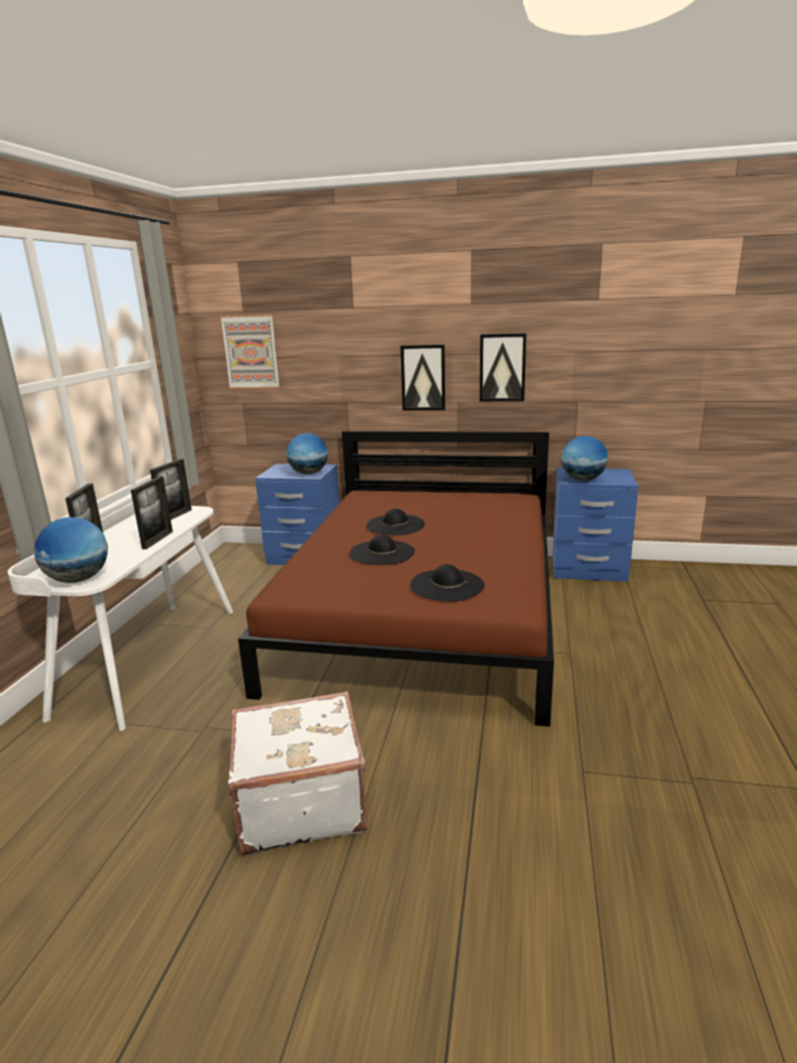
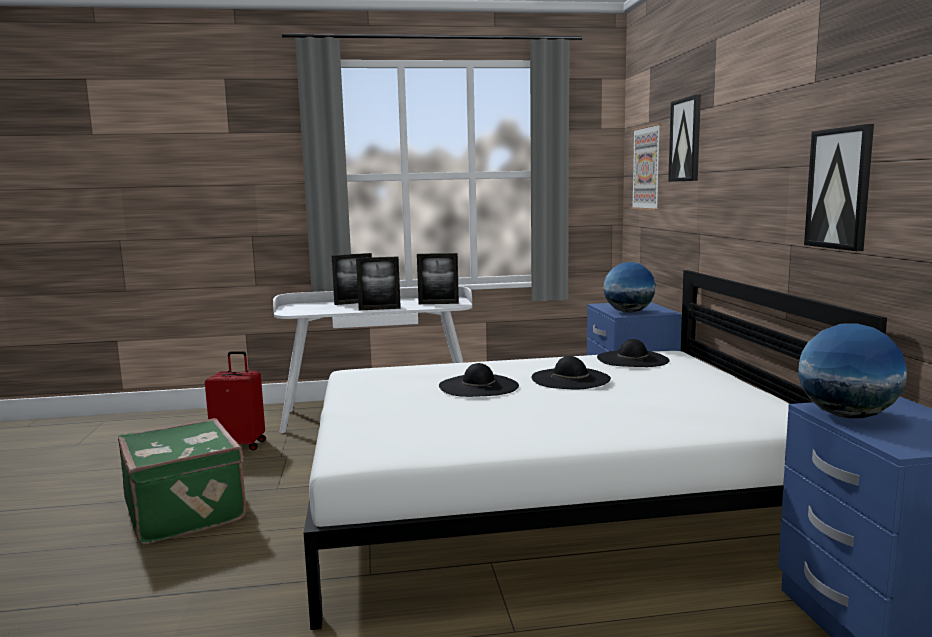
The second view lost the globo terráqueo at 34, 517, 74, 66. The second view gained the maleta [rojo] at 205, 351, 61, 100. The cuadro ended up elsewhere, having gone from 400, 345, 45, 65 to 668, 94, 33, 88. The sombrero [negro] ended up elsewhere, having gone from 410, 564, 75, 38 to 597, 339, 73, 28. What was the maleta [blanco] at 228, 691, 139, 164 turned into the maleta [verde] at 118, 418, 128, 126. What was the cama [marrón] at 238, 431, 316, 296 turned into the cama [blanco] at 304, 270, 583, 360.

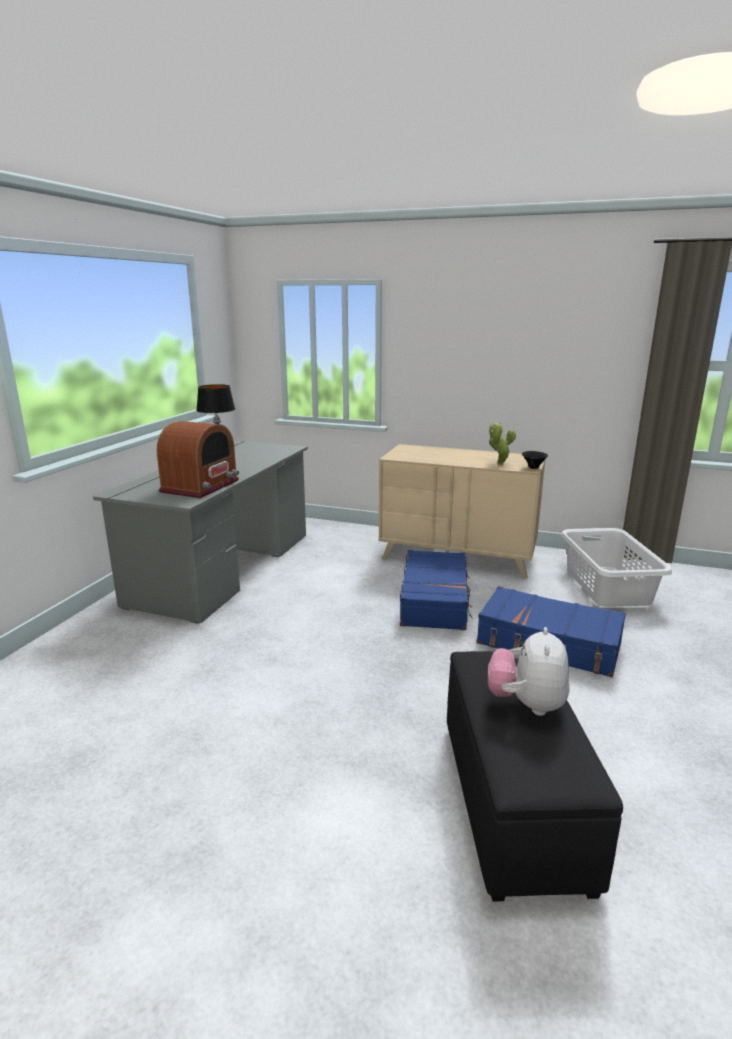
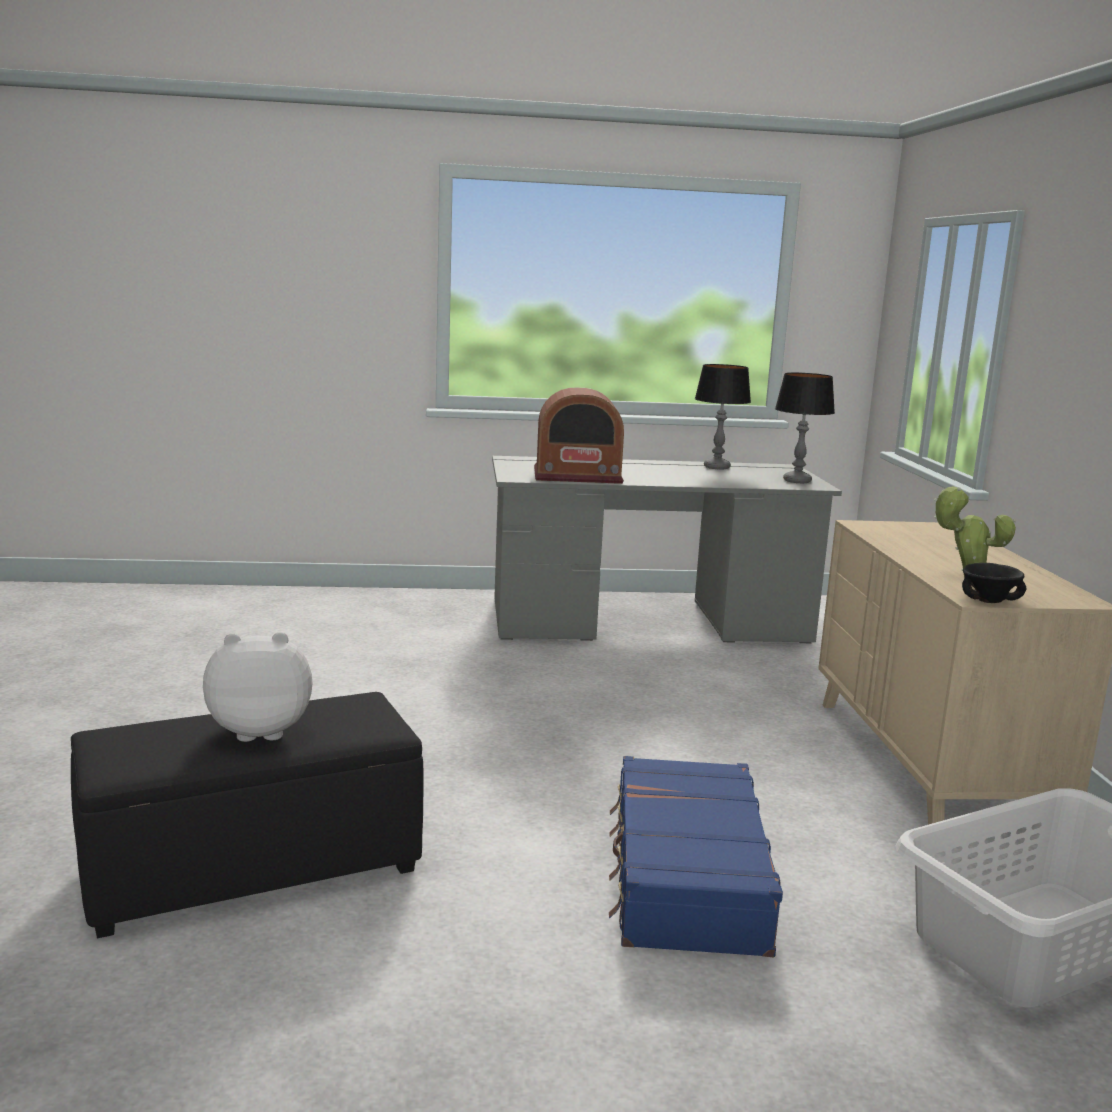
The second view lost the maleta [azul] at 400, 550, 72, 80. The second view gained the lámpara de mesa at 775, 372, 60, 111.

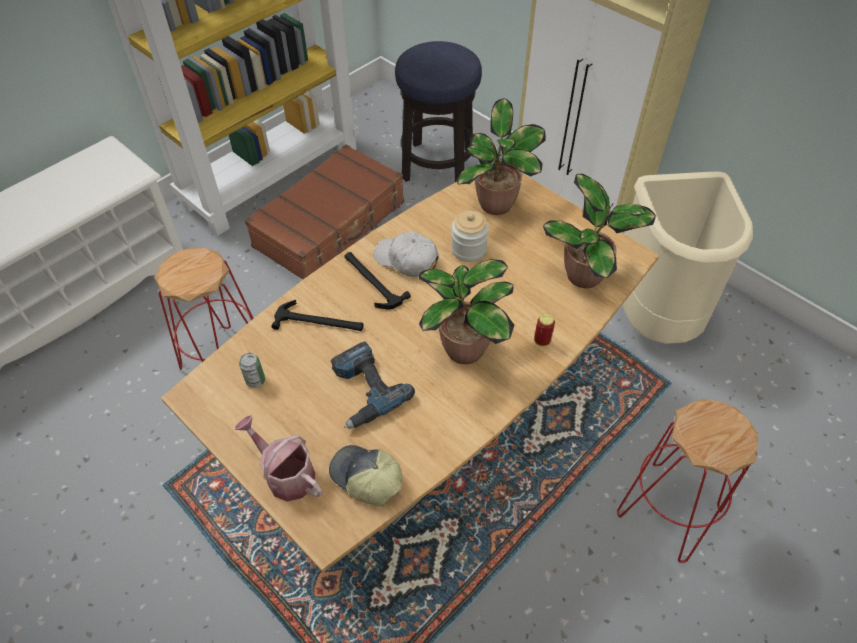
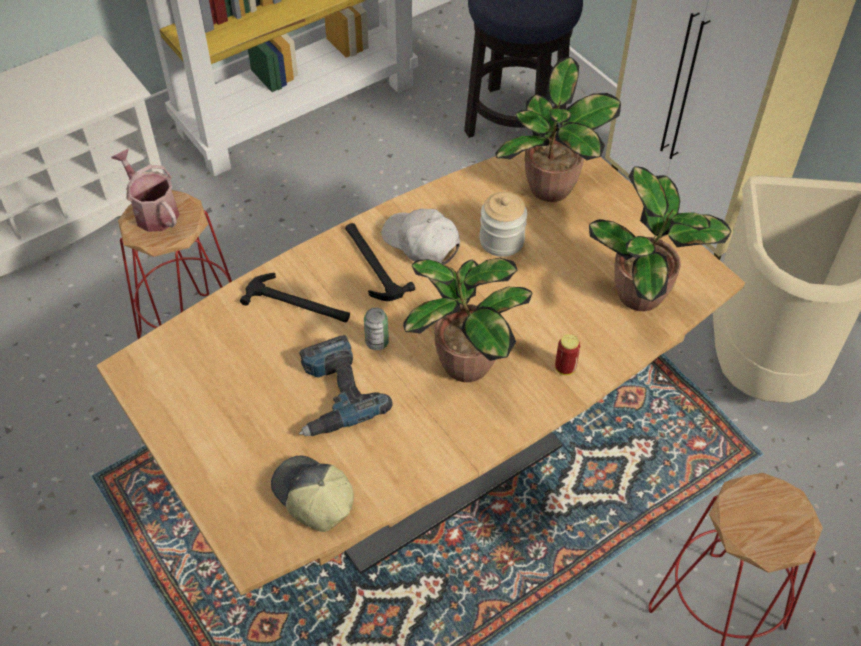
The second view lost the maleta [marrón] at 244, 144, 160, 135. The regadera ended up elsewhere, having gone from 235, 415, 88, 87 to 111, 149, 69, 83. The lata ended up elsewhere, having gone from 239, 353, 26, 35 to 364, 308, 25, 42.

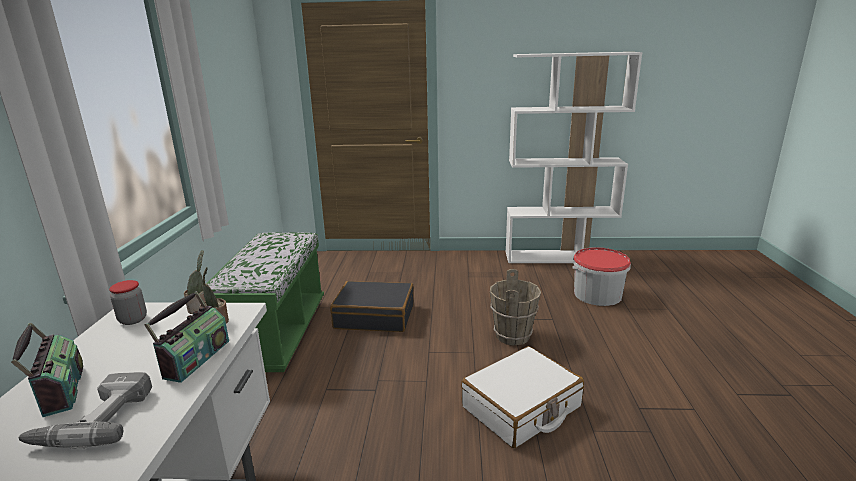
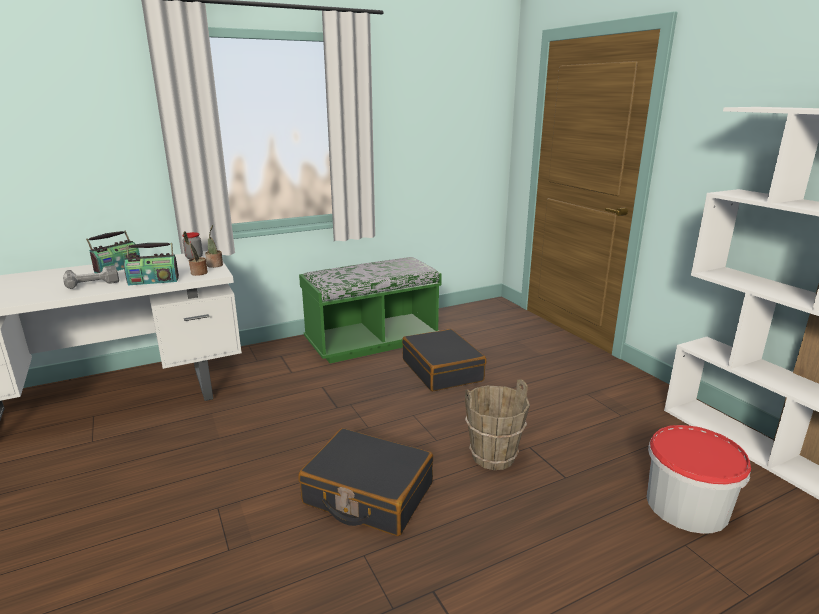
What was the maleta [blanco] at 461, 346, 123, 102 turned into the maleta [negro] at 298, 428, 135, 108.

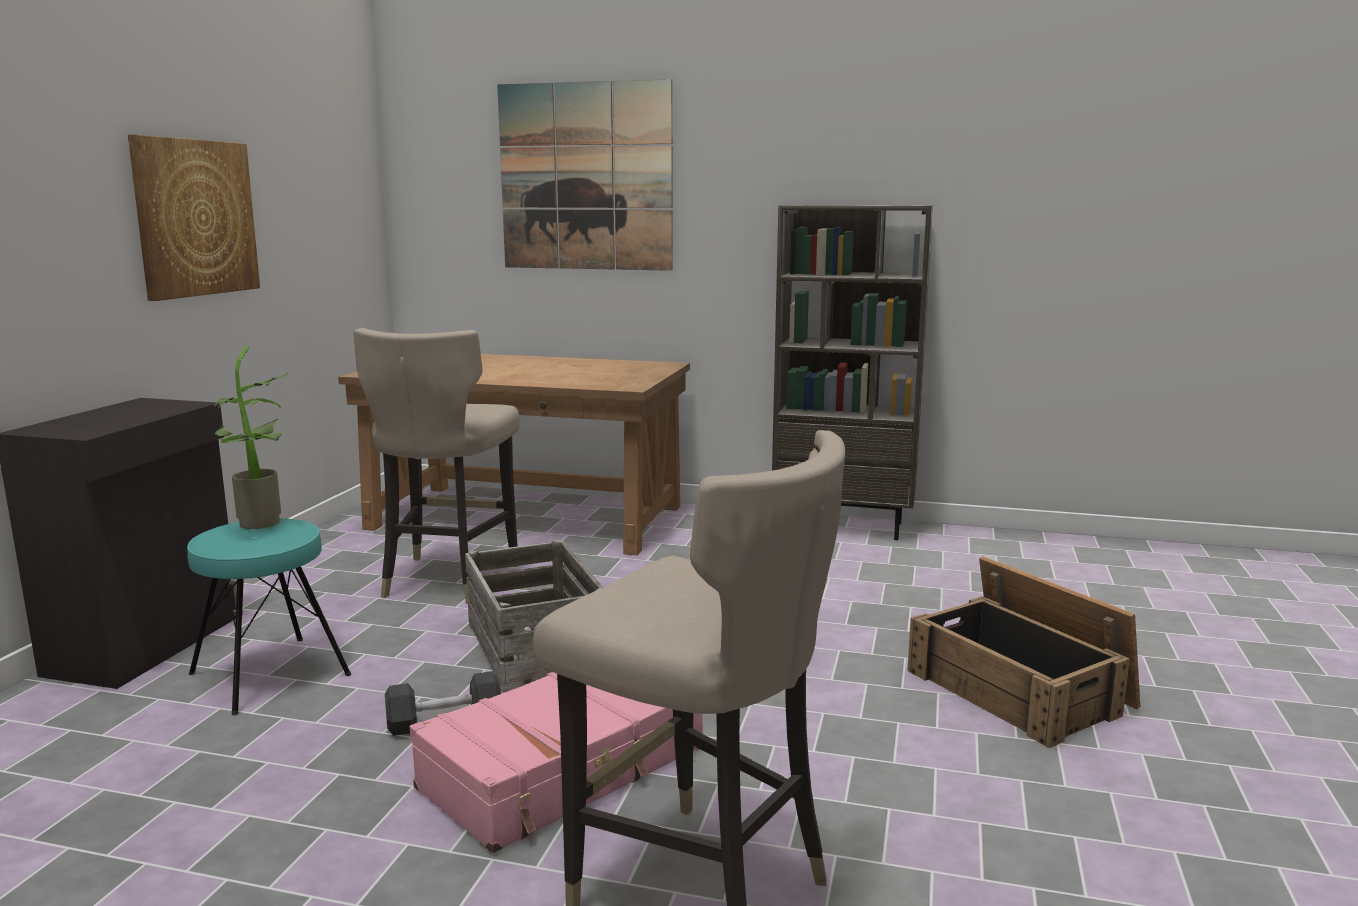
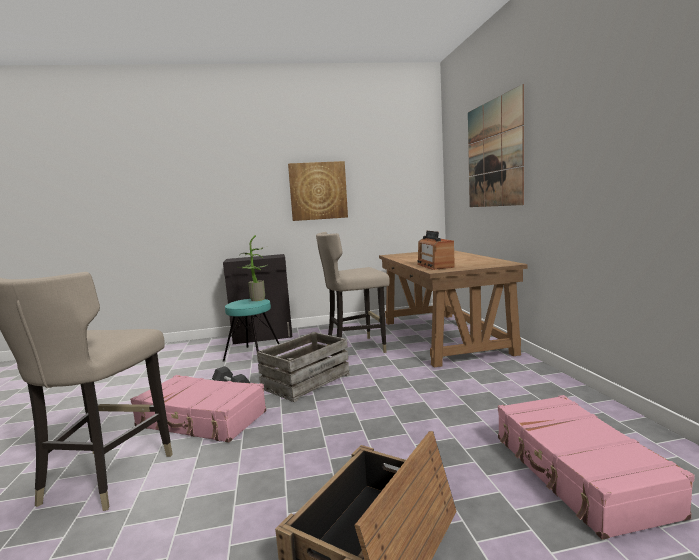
The second view lost the estantería [marrón] at 772, 204, 161, 336. The second view gained the radio at 417, 231, 38, 39. The second view gained the maleta [rosa] at 498, 395, 197, 145.

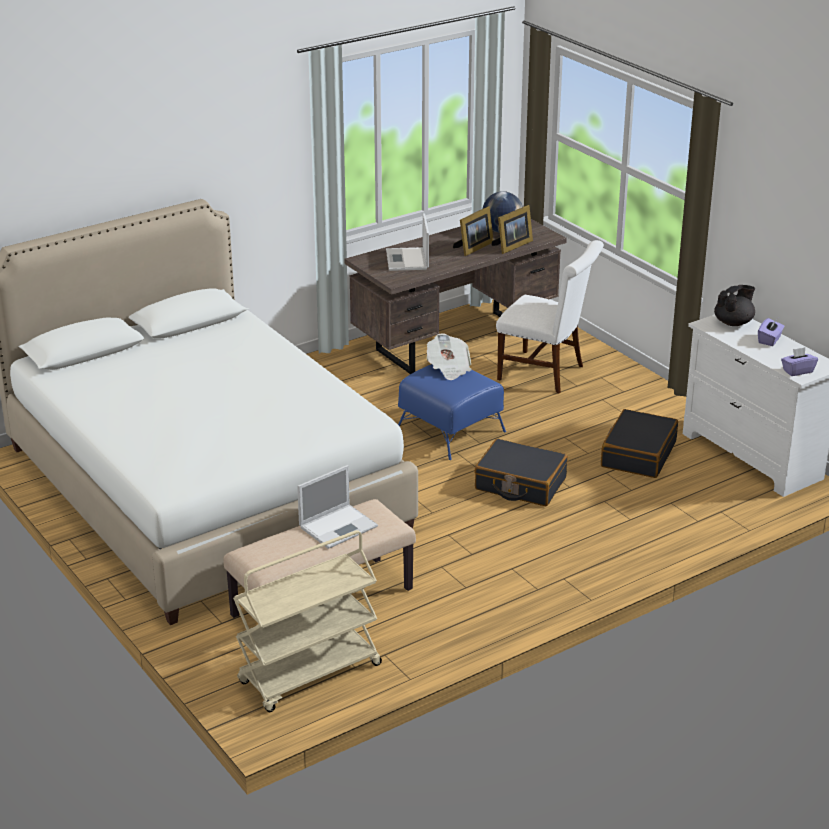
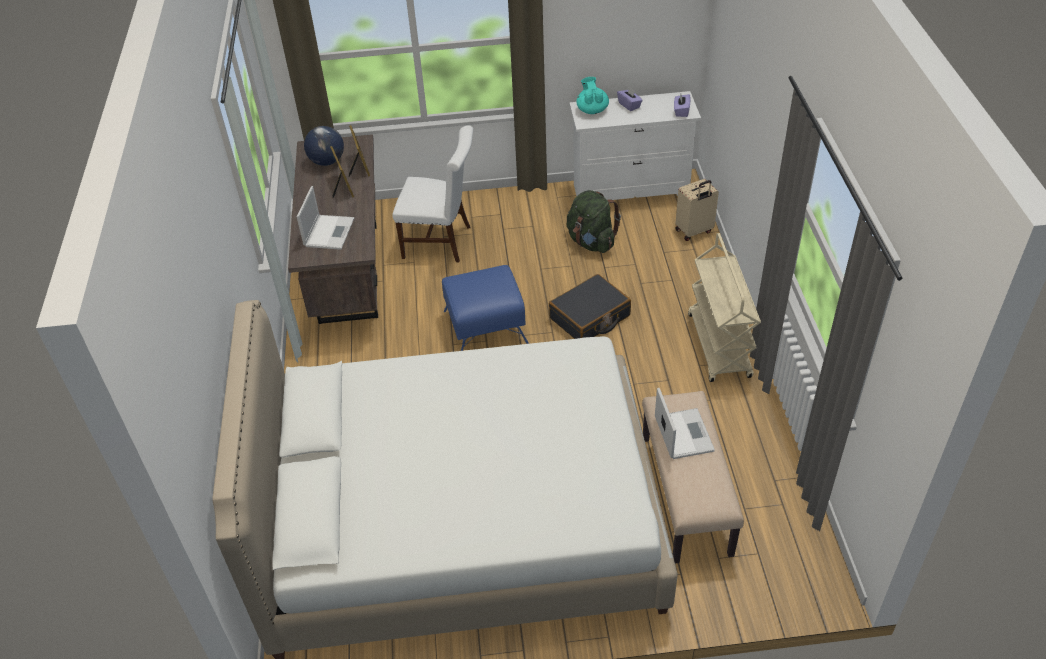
The second view lost the periódico at 427, 333, 45, 47. The second view gained the maleta [beis] at 675, 179, 44, 62. The carrito [beis] ended up elsewhere, having gone from 233, 530, 149, 182 to 688, 233, 73, 149. Where the maleta [negro] stood at 601, 409, 77, 69, the mochila [verde] came to stand at 567, 190, 54, 63. What was the tetera [negro] at 714, 285, 41, 41 turned into the tetera [turquesa] at 576, 77, 33, 37. The portátil at 386, 213, 43, 58 ended up facing another way, 105 degrees counterclockwise from before. The silla [blanco] at 496, 240, 108, 154 ended up facing another way, 45 degrees clockwise from before.

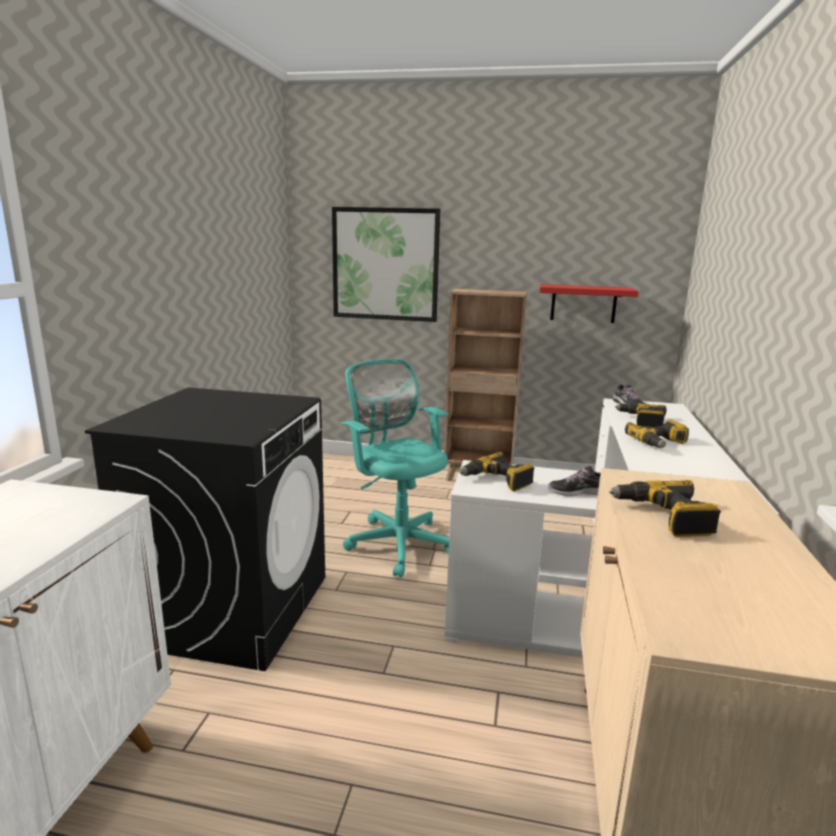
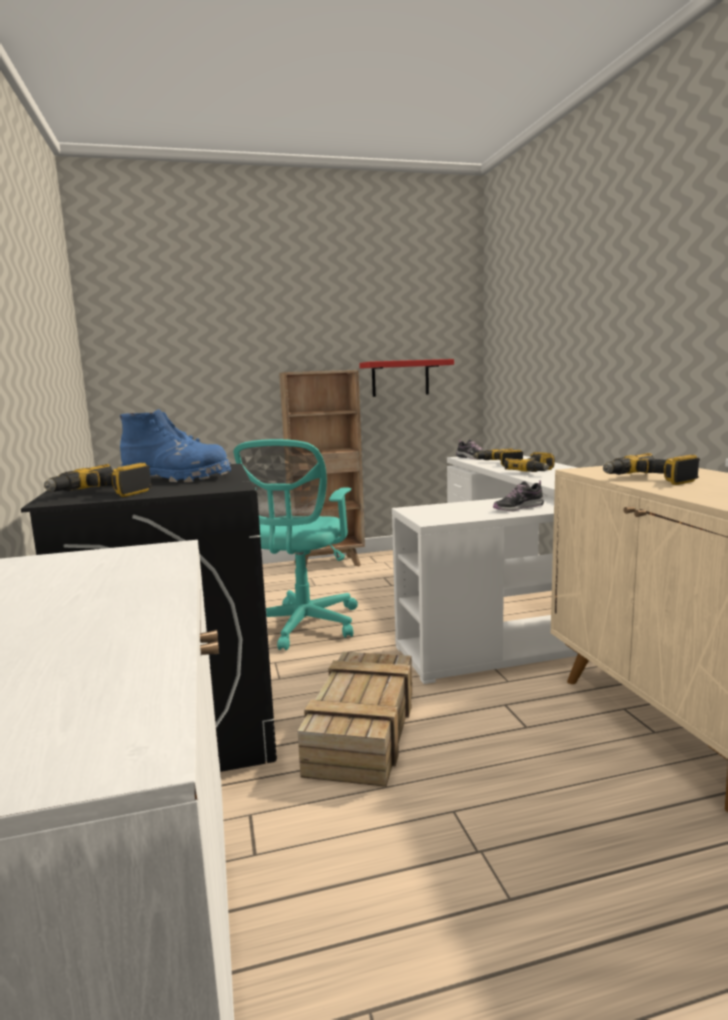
The second view lost the cuadro at 332, 207, 108, 115. The second view gained the bota [azul] at 120, 409, 111, 74. The second view gained the caja de embalaje at 298, 652, 114, 135. The taladro ended up elsewhere, having gone from 460, 452, 74, 39 to 44, 463, 108, 34. The silla de oficina [turquesa] at 341, 359, 108, 219 ended up facing another way, 105 degrees counterclockwise from before.

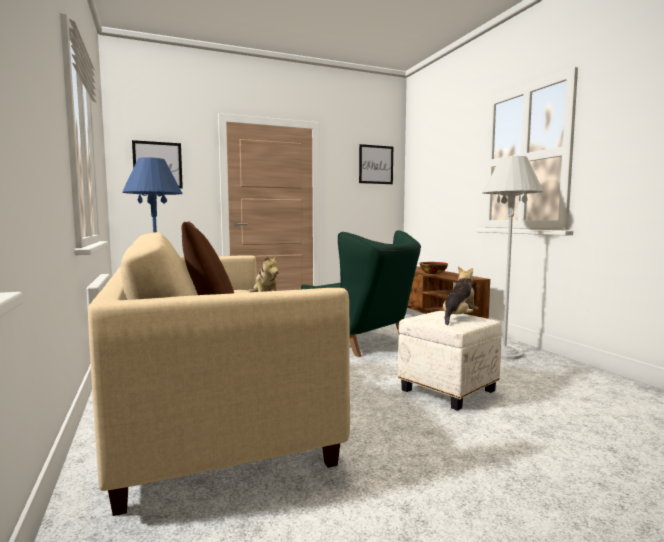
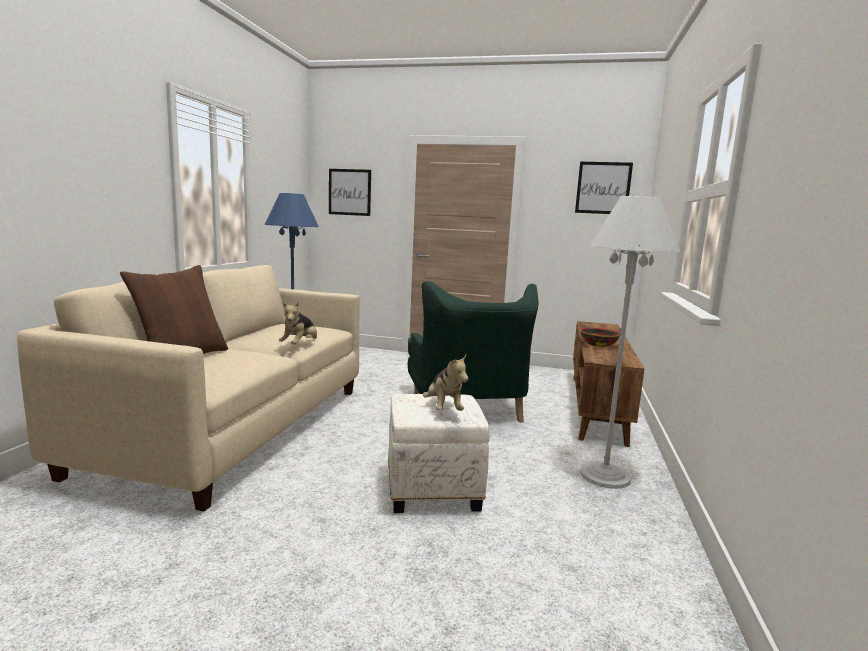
The peluche at 443, 267, 36, 58 ended up facing another way, 90 degrees clockwise from before.

